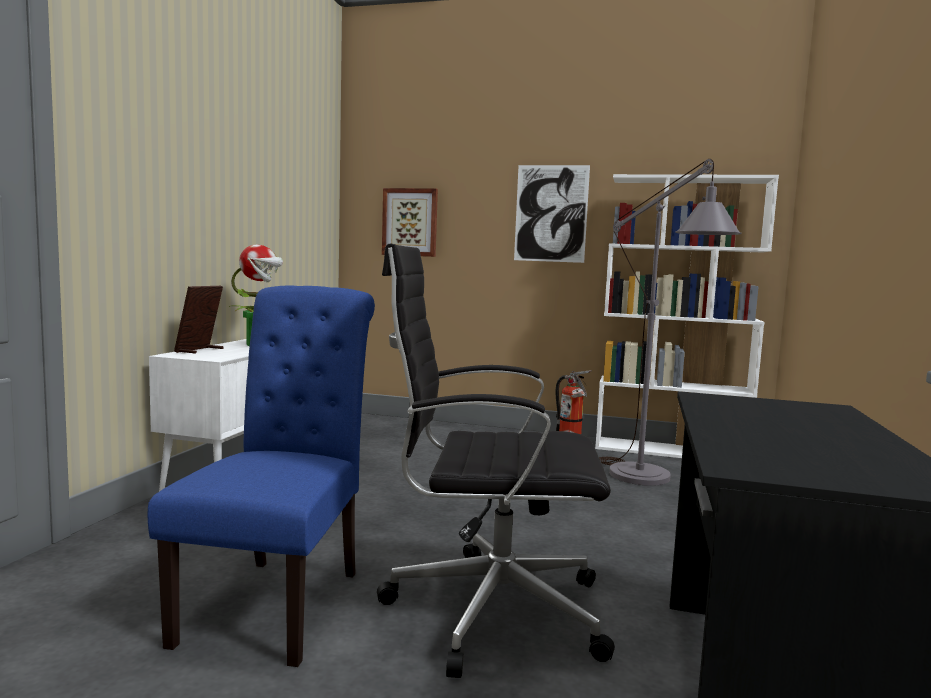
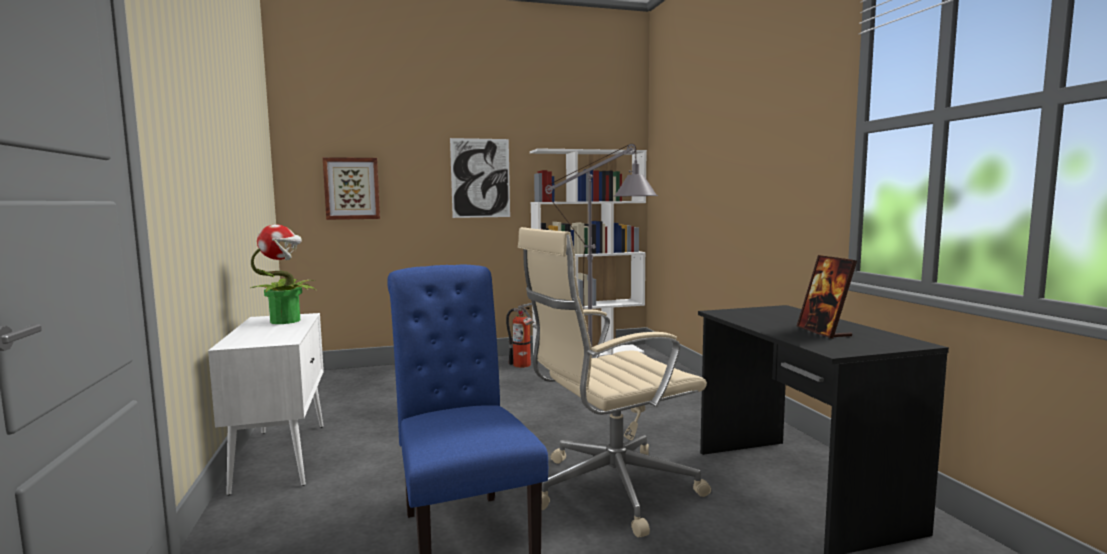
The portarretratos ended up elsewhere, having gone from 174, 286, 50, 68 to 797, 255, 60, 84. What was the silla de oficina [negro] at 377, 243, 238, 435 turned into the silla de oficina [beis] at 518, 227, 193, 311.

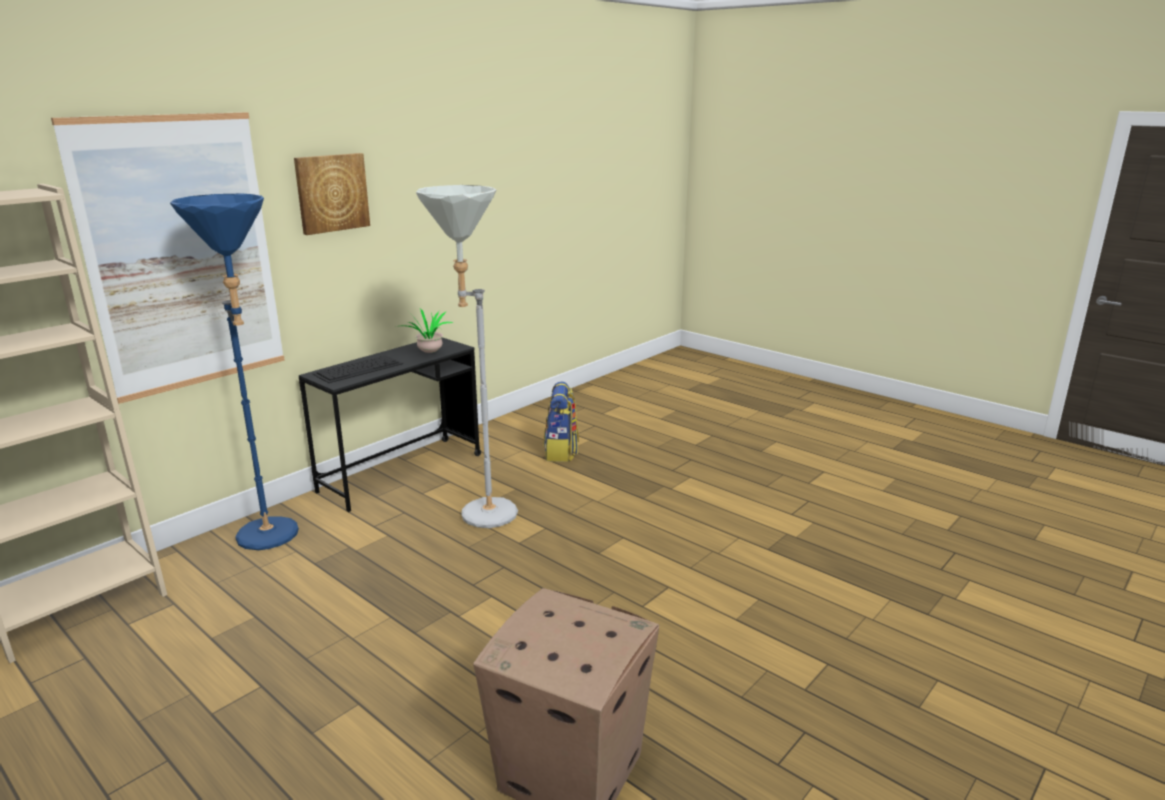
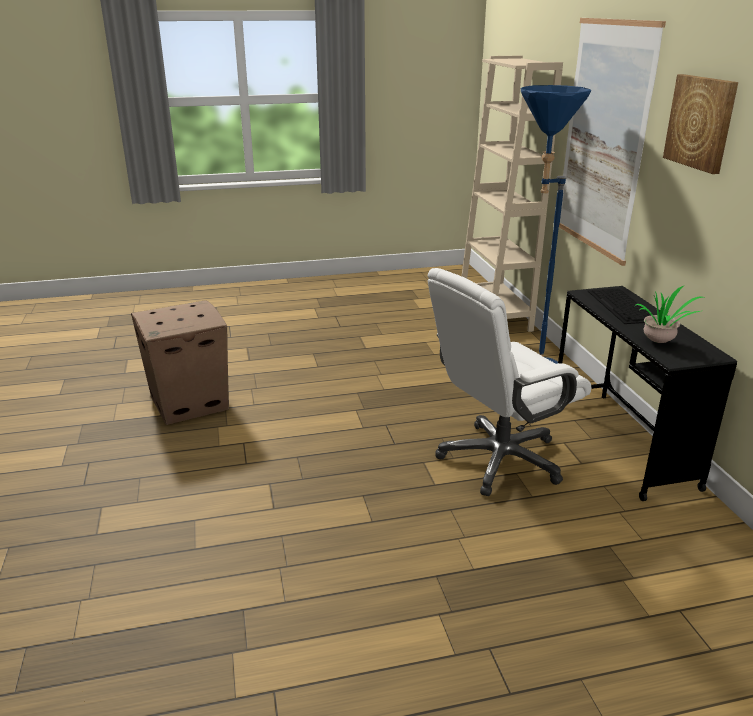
The second view lost the mochila at 544, 382, 35, 80. Where the lámpara de pie [gris] stood at 416, 185, 102, 343, the silla de oficina [blanco] came to stand at 428, 268, 163, 228.

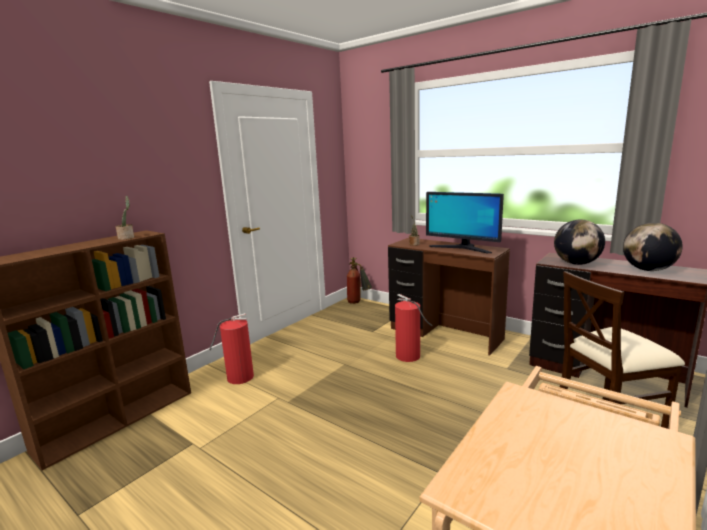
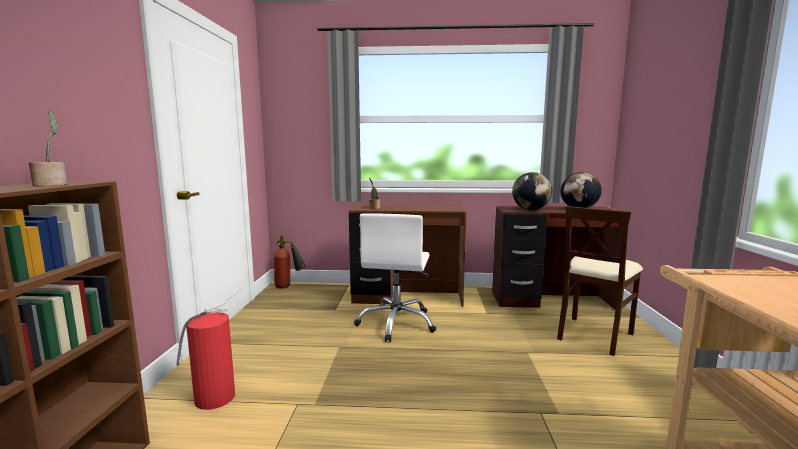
The second view lost the monitor at 426, 192, 78, 61. Where the extintor stood at 395, 294, 37, 68, the silla de oficina [blanco] came to stand at 354, 213, 82, 129.

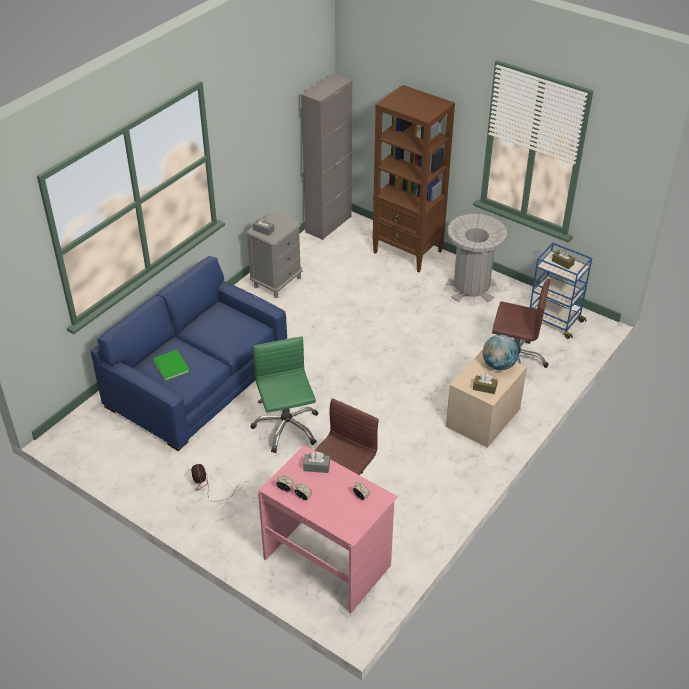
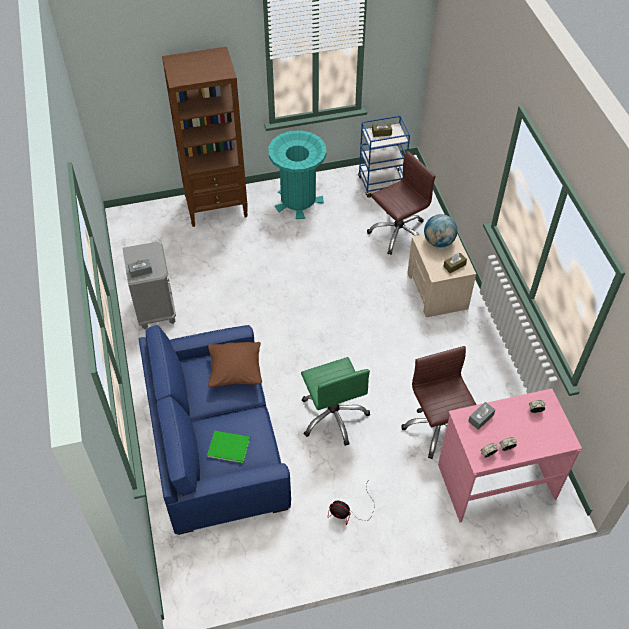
The second view lost the armario [gris] at 301, 74, 51, 166. The second view gained the cojín [marrón] at 208, 342, 54, 45. What was the papelera [gris] at 446, 214, 61, 88 turned into the papelera [turquesa] at 268, 130, 58, 89. The silla de oficina [verde] at 251, 336, 67, 117 ended up facing another way, 135 degrees counterclockwise from before.

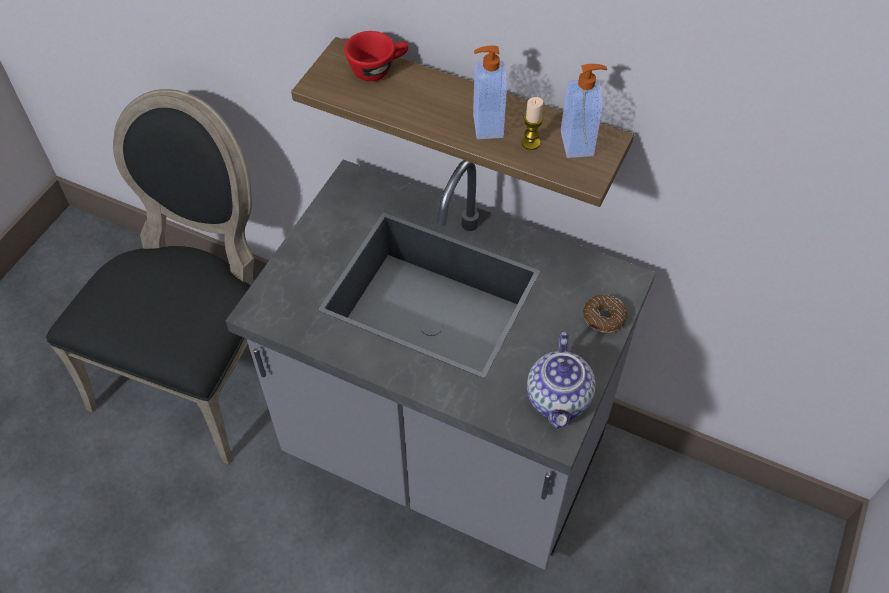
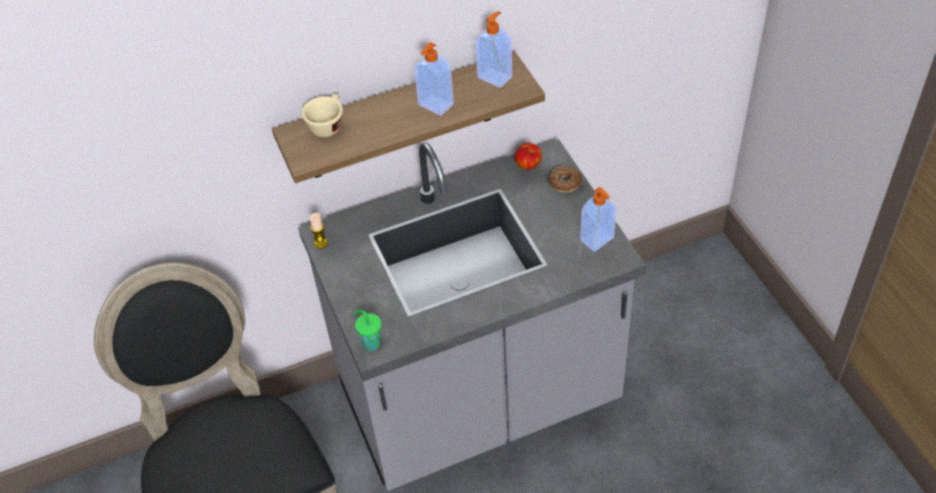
The second view gained the taza [verde] at 354, 310, 27, 41. The second view gained the manzana at 515, 143, 27, 27. The vela ended up elsewhere, having gone from 522, 97, 22, 53 to 309, 213, 19, 36. Where the tetera stood at 527, 331, 69, 98, the dispensador de jabón came to stand at 580, 187, 36, 65. What was the taza [rojo] at 344, 31, 64, 50 turned into the taza [beis] at 302, 94, 41, 43.

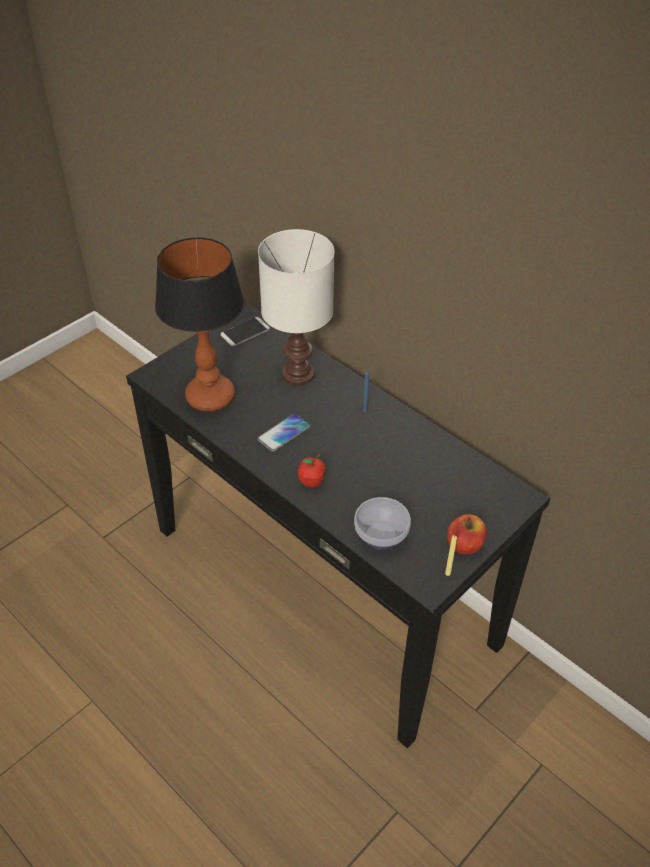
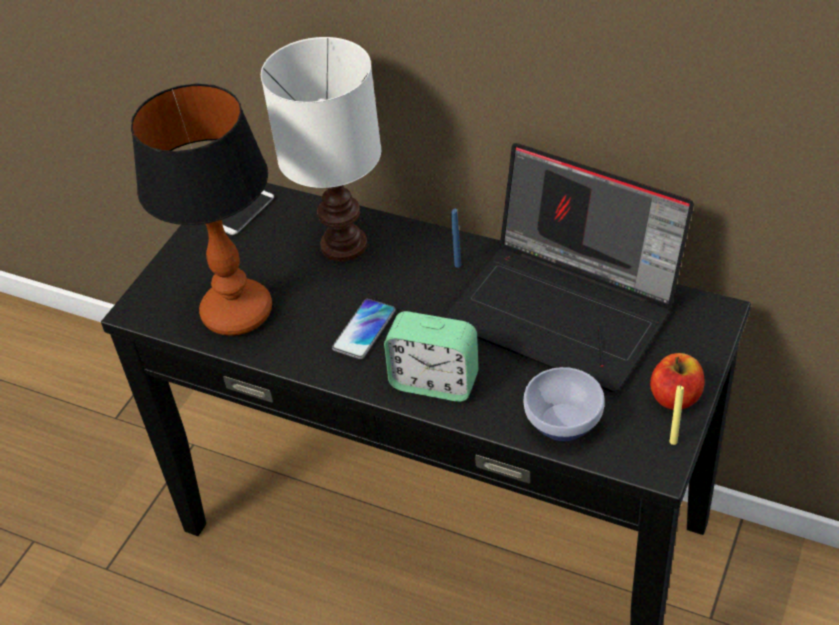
The second view gained the portátil at 444, 143, 250, 249. Where the manzana stood at 298, 454, 28, 34, the despertador came to stand at 384, 311, 95, 91.

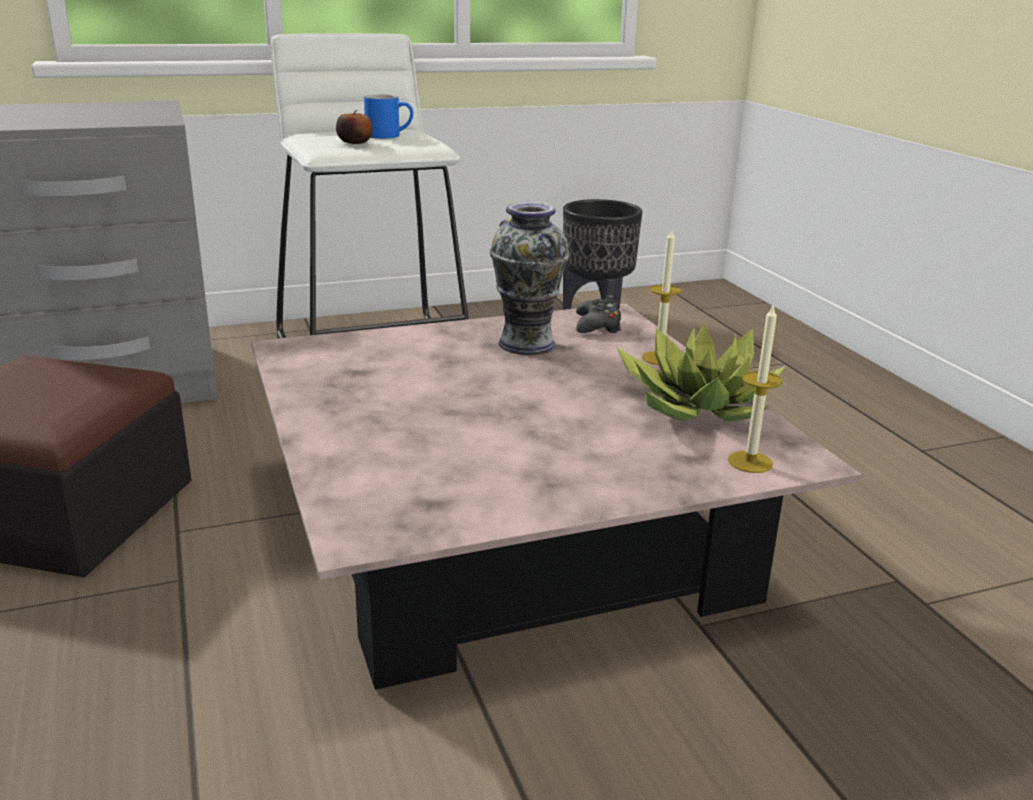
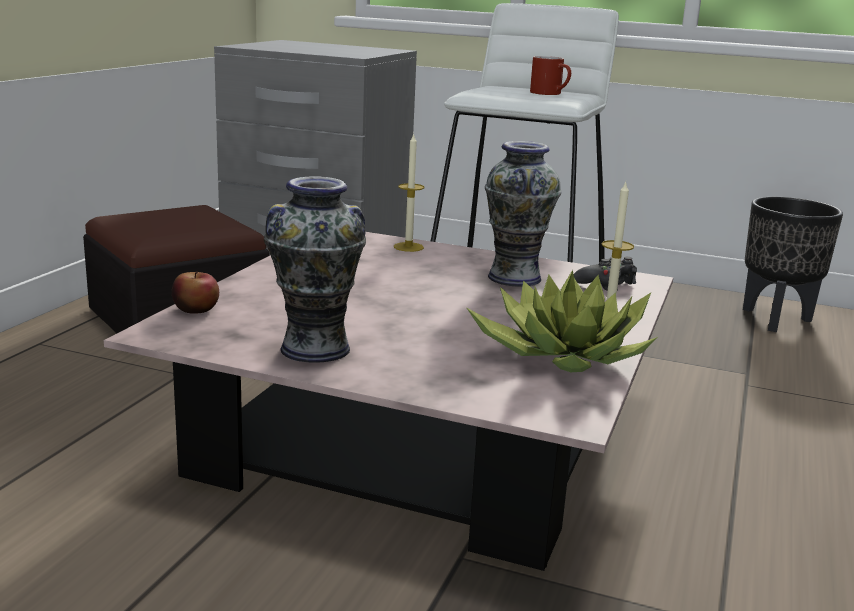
The second view gained the florero at 264, 176, 102, 187. The manzana ended up elsewhere, having gone from 336, 110, 36, 34 to 172, 271, 47, 43. The vela ended up elsewhere, having gone from 728, 303, 55, 170 to 394, 133, 31, 119. What was the taza grande [azul] at 364, 94, 49, 45 turned into the taza grande [rojo] at 530, 56, 41, 39.

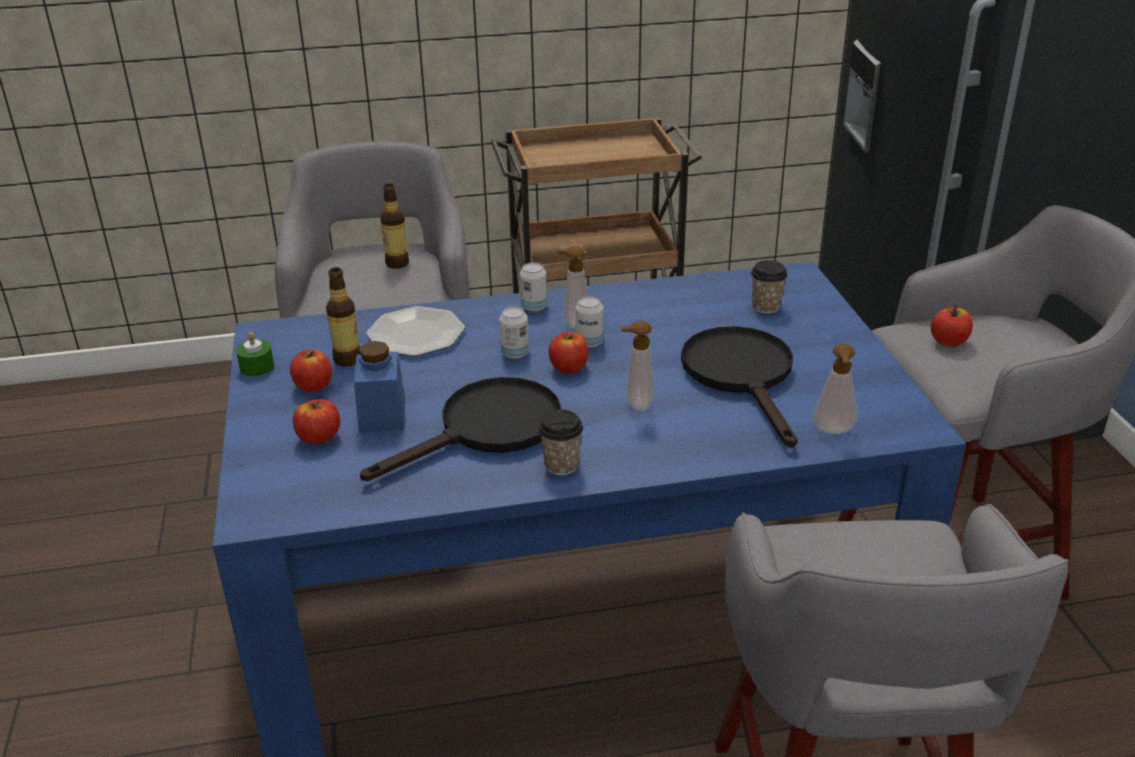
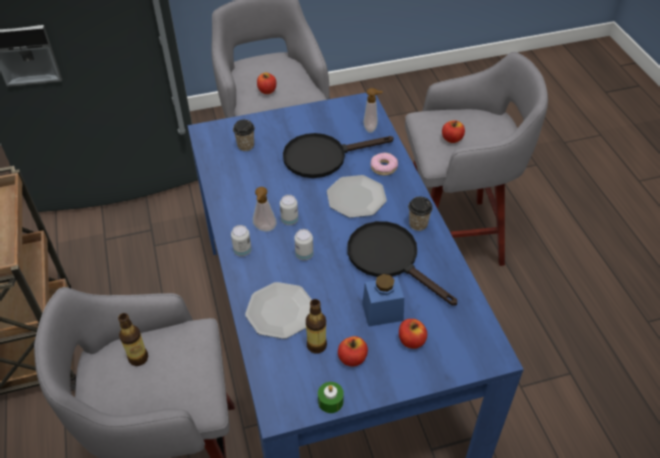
The second view gained the rosquilla at 371, 152, 27, 23. The manzana ended up elsewhere, having gone from 549, 331, 39, 43 to 442, 121, 23, 22. Where the dispensador de jabón stood at 620, 321, 34, 90, the plato came to stand at 327, 175, 60, 43.

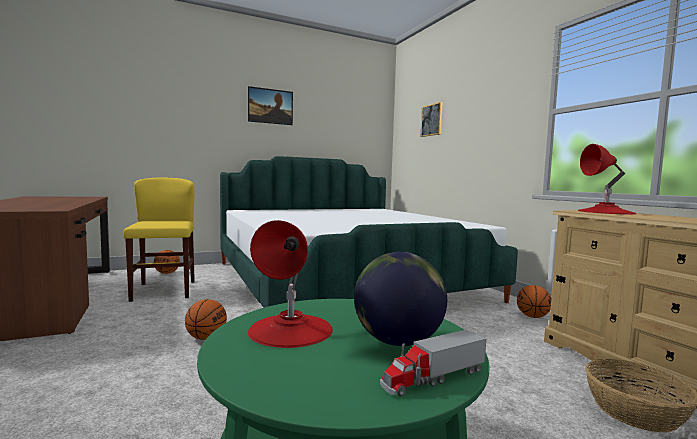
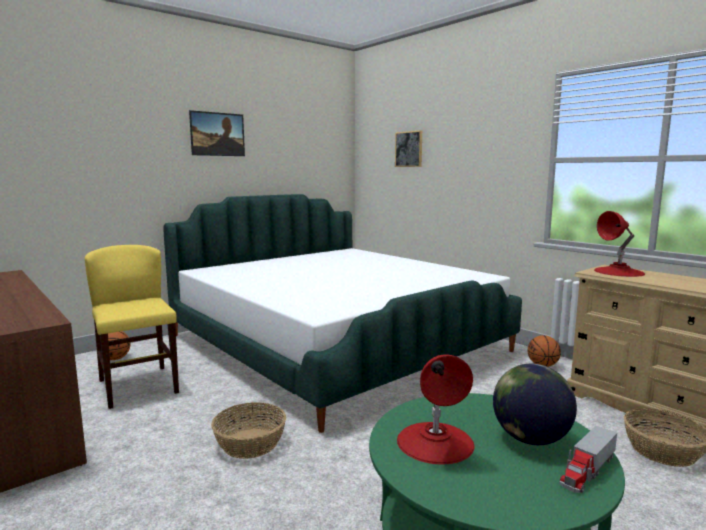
Where the balón de baloncesto stood at 185, 299, 42, 41, the cesta came to stand at 211, 402, 75, 57.

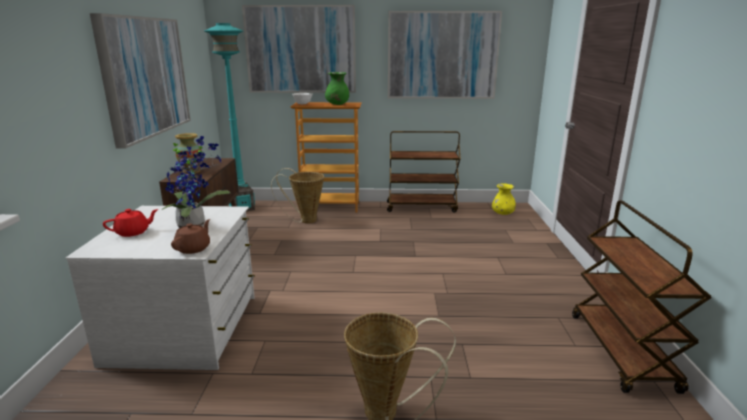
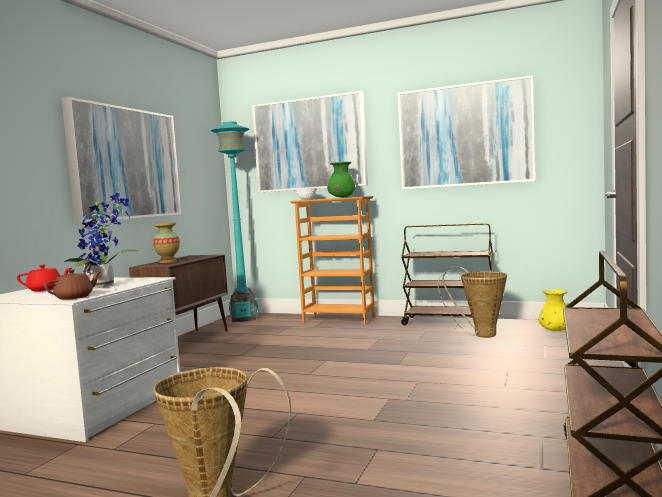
The cesta ended up elsewhere, having gone from 271, 168, 53, 56 to 437, 266, 70, 72.

